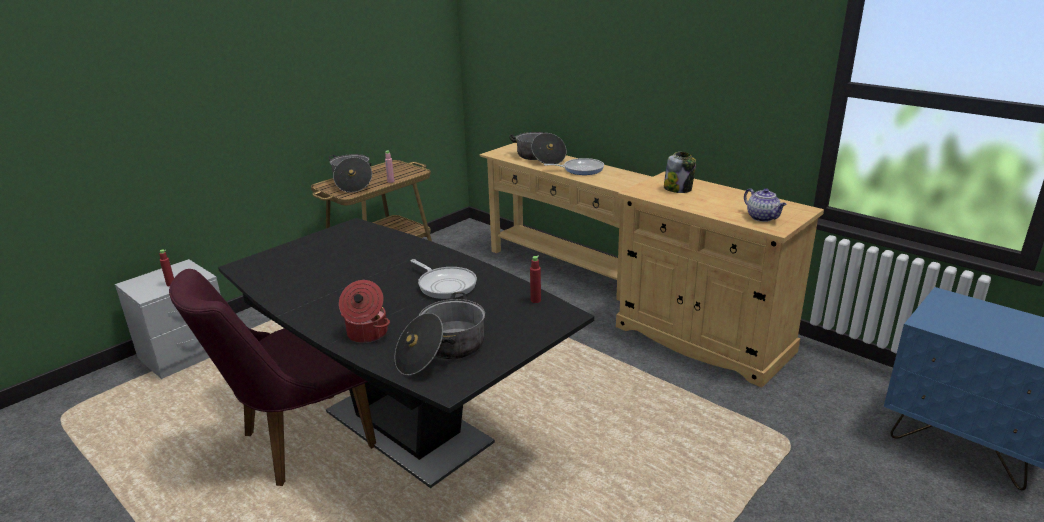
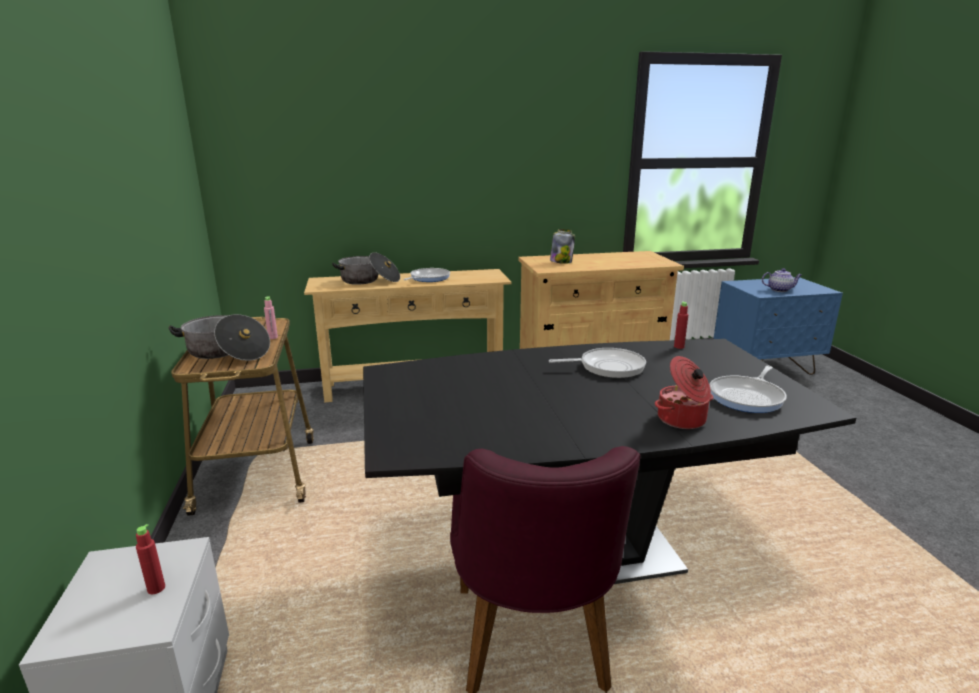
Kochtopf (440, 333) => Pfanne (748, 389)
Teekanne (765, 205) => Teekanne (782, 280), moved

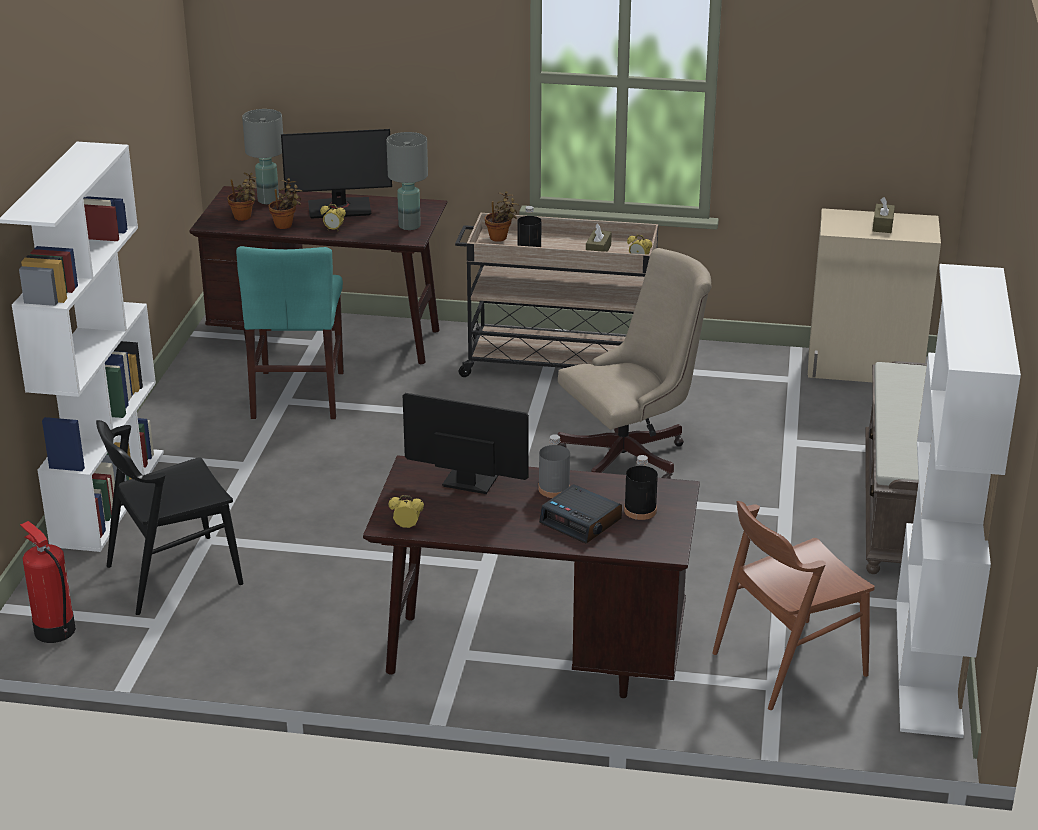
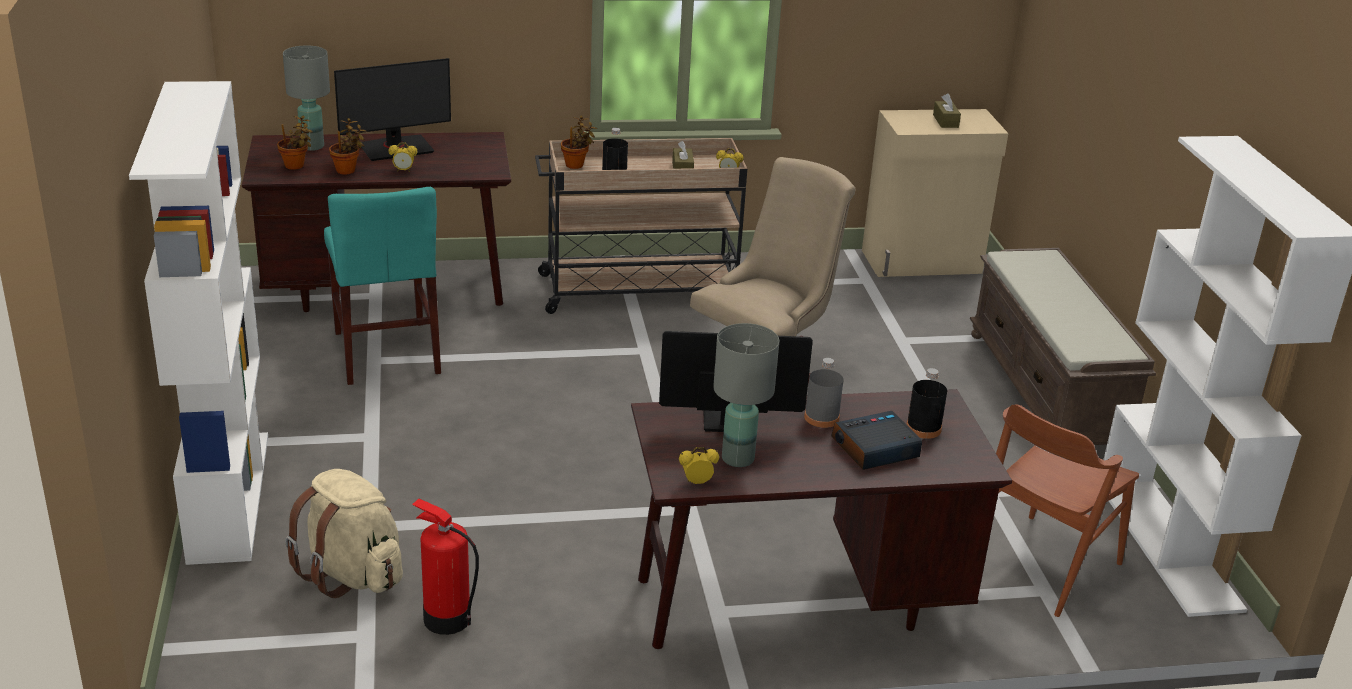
Stuhl [schwarz] (169, 517) => Rucksack [beige] (344, 533)
Feuerlöscher (48, 582) => Feuerlöscher (445, 567), moved
Tischlampe [grau] (407, 181) => Tischlampe [grau] (746, 395), moved
Wecker (580, 514) => Wecker (876, 440), 135 degrees clockwise

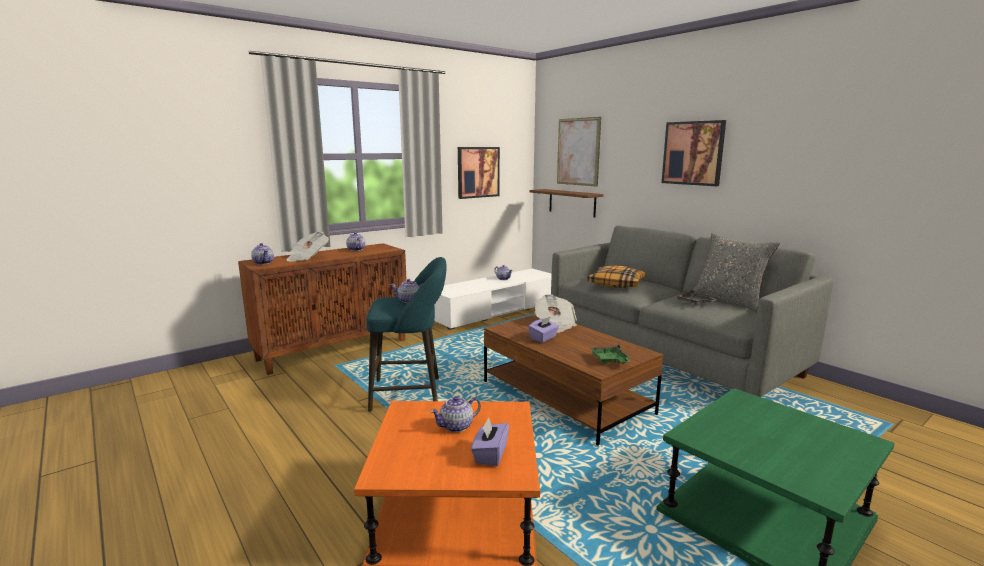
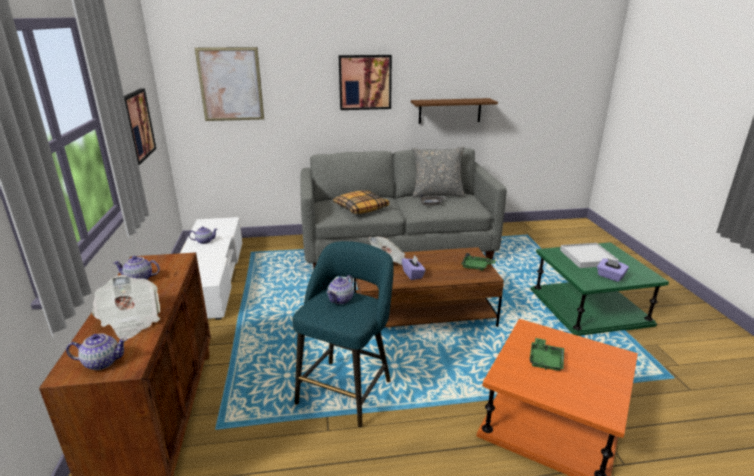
Wandregal [braun] (567, 203) => Wandregal [braun] (454, 111), moved
Teekanne (455, 414) => Tablett [grün] (547, 354)
nothing => Tablett [weiß] (589, 255)
Taschentuchbox [lila] (490, 442) => Taschentuchbox [lila] (613, 270), moved

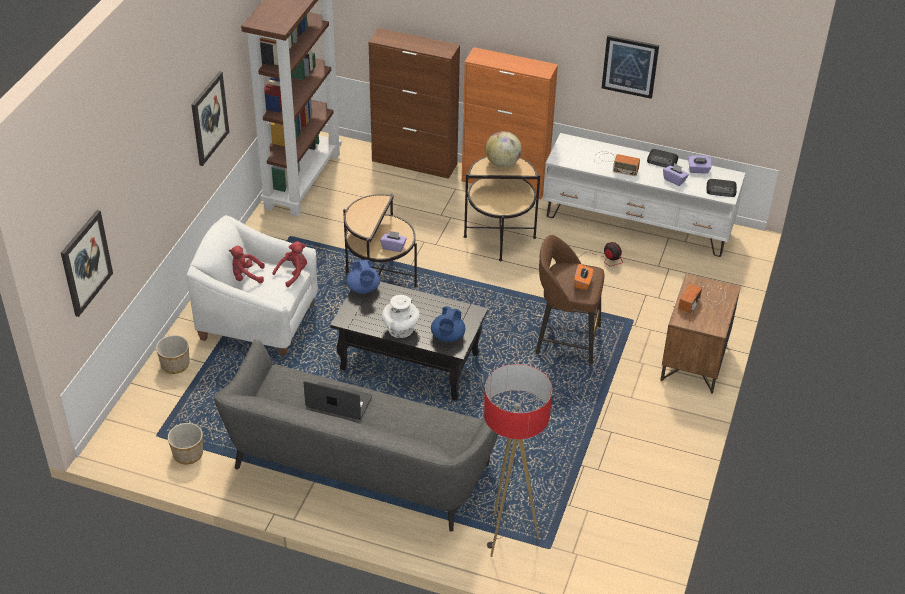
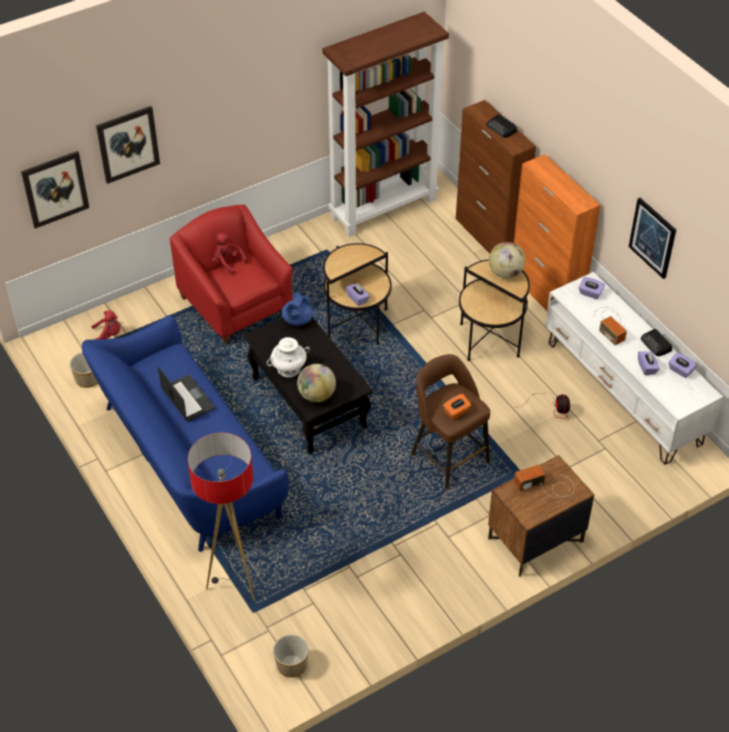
Sofa [grau] (358, 436) => Sofa [blau] (185, 433)
Plüschtier [rot] (289, 264) => Plüschtier [rot] (105, 325), moved
Bild (210, 118) => Bild (128, 145), moved
Sessel [weiß] (252, 285) => Sessel [rot] (231, 274)
Pflanzkübel (172, 354) => Pflanzkübel (291, 655), moved
Teekanne [blau] (448, 324) => Globus (316, 383)
Radio (721, 188) => Radio (502, 126), moved
nothing => Taschentuchbox [lila] (592, 288)

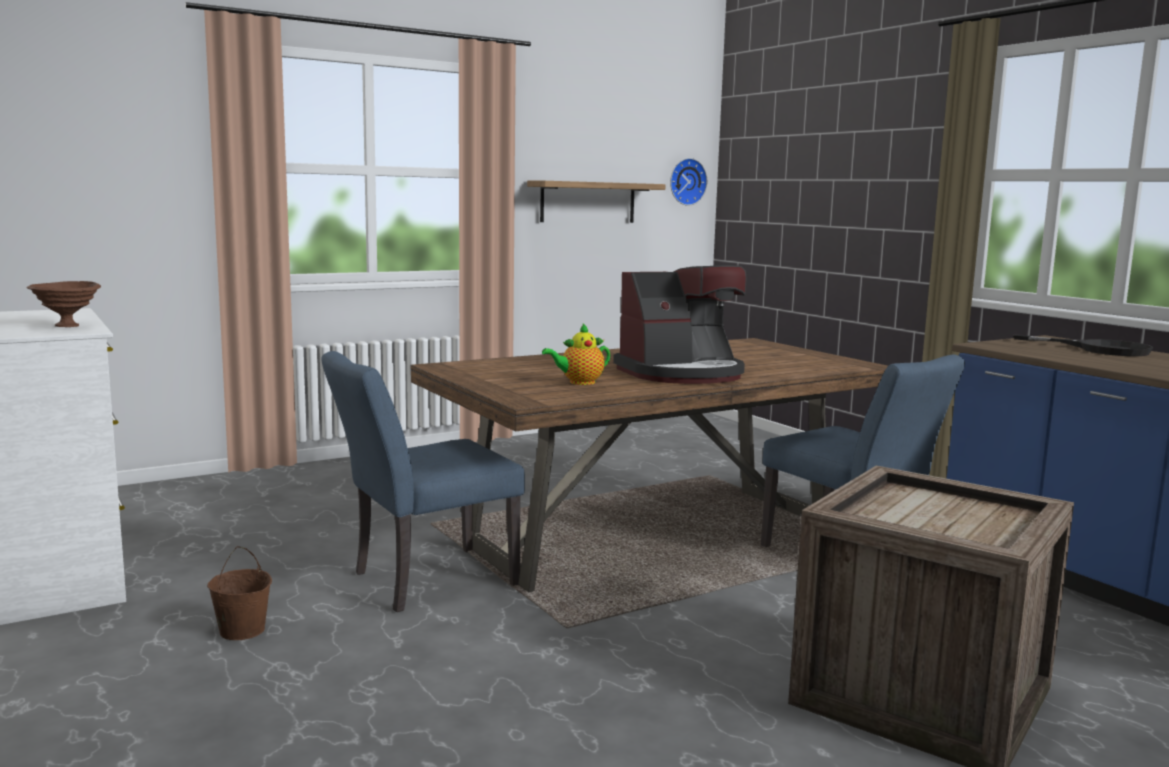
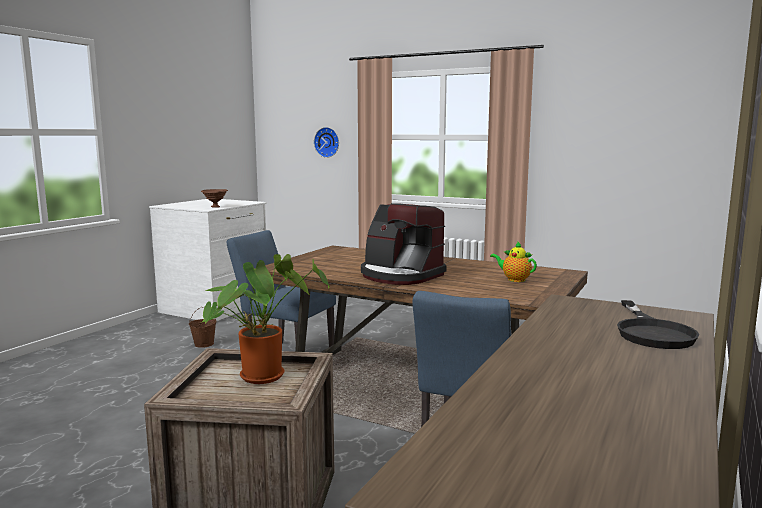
nothing => Topfpflanze (266, 319)
Wanduhr (688, 182) => Wanduhr (326, 142), moved
Teekanne (576, 354) => Teekanne (513, 262), moved
Wandregal (596, 202) => nothing

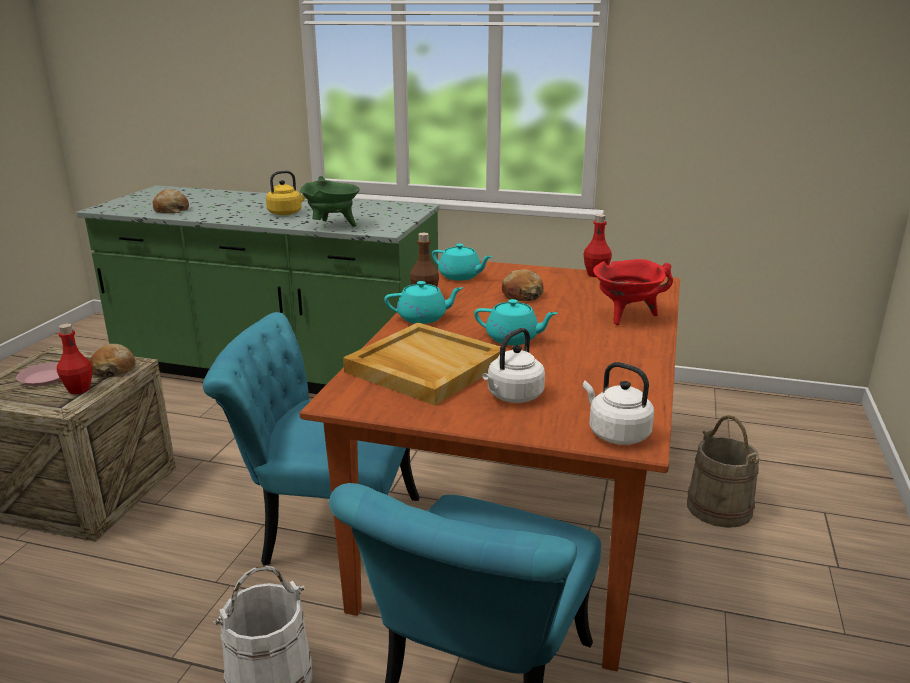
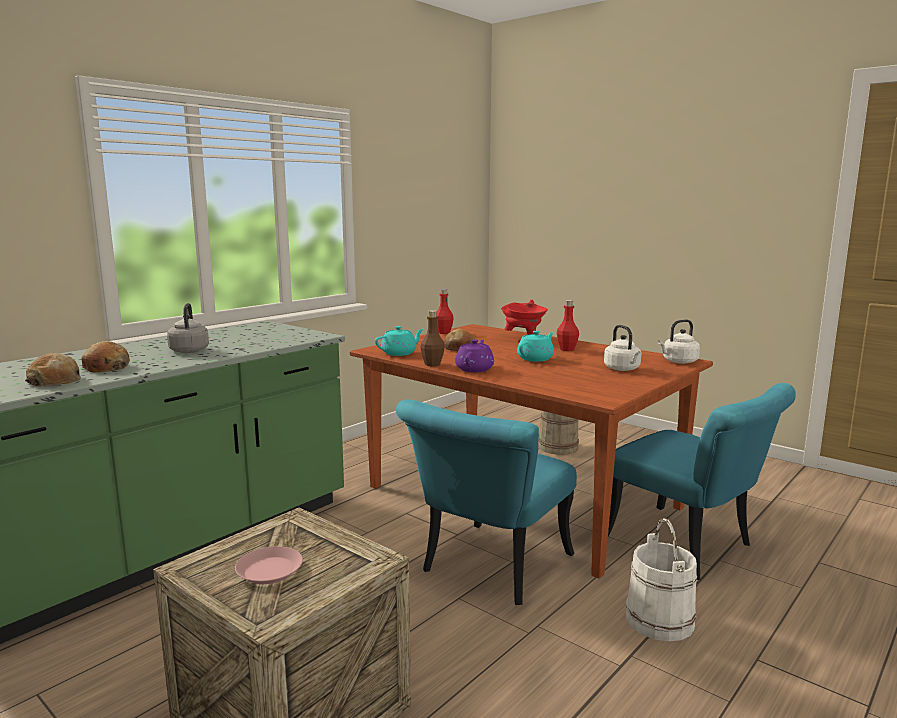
Brot (113, 360) => Brot (106, 357), moved
Wasserkessel [gelb] (285, 193) => Wasserkessel [grau] (188, 328)
Teekanne [türkis] (423, 302) => Teekanne [lila] (474, 355)
Flasche [rot] (74, 359) => Flasche [rot] (568, 325), moved
Kochtopf [grün] (330, 201) => nothing
Tablett [beige] (424, 363) => nothing

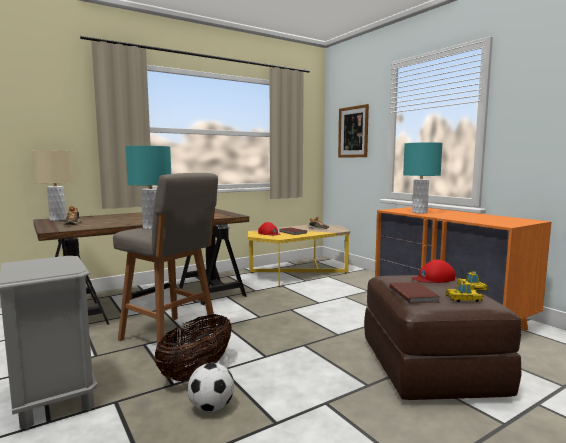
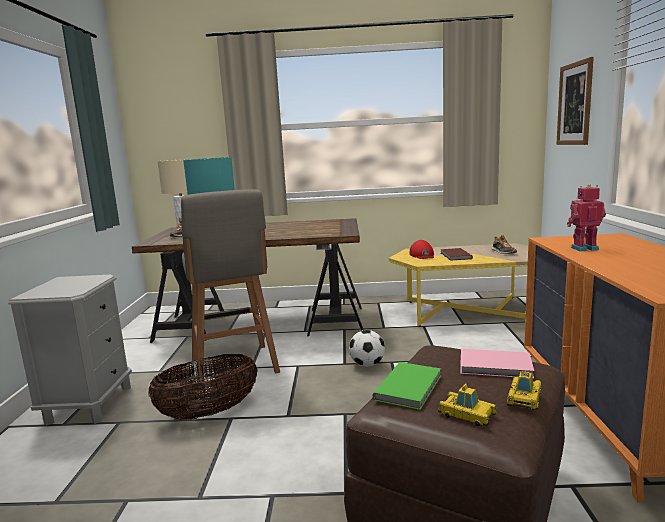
Fußball (211, 387) => Fußball (367, 348), moved
Buch [braun] (415, 293) => Buch [grün] (407, 386)
Kappe [rot] (433, 271) => Buch [rosa] (497, 364)
Tischlampe [türkis] (423, 178) => Spielzeugroboter (586, 217)

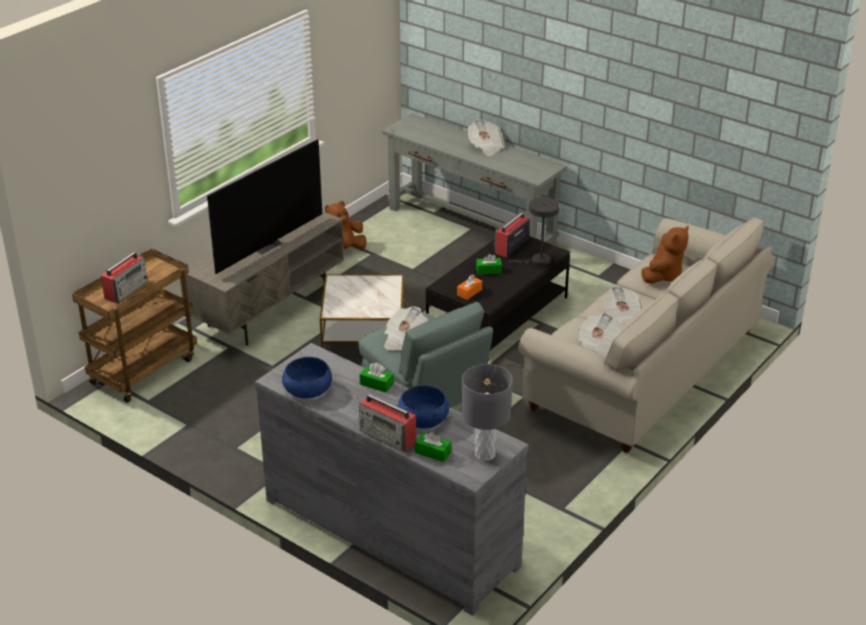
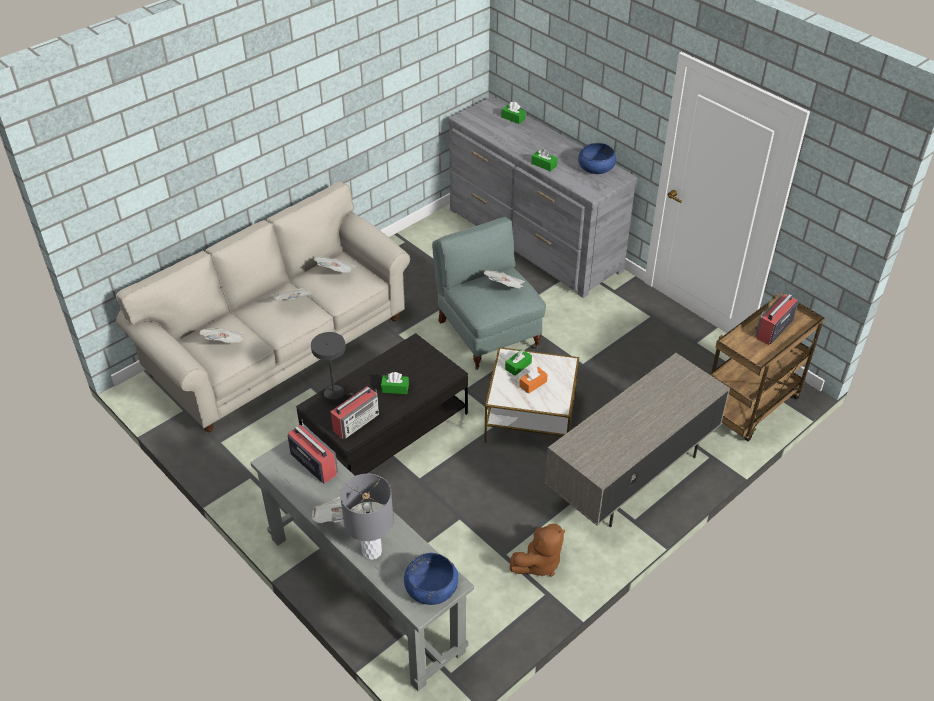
Plüschtier [braun] (665, 254) => Zeitung (222, 335)
Radio (387, 422) => Radio (313, 451), moved
Tischlampe [grau] (487, 412) => Tischlampe [grau] (367, 517), moved
Schüssel [blau] (423, 407) => Schüssel [blau] (431, 579), moved
nothing => Taschentuchbox [grün] (518, 362)
Taschentuchbox [orange] (469, 287) => Taschentuchbox [orange] (533, 380), moved
Fernseher (264, 206) => nothing

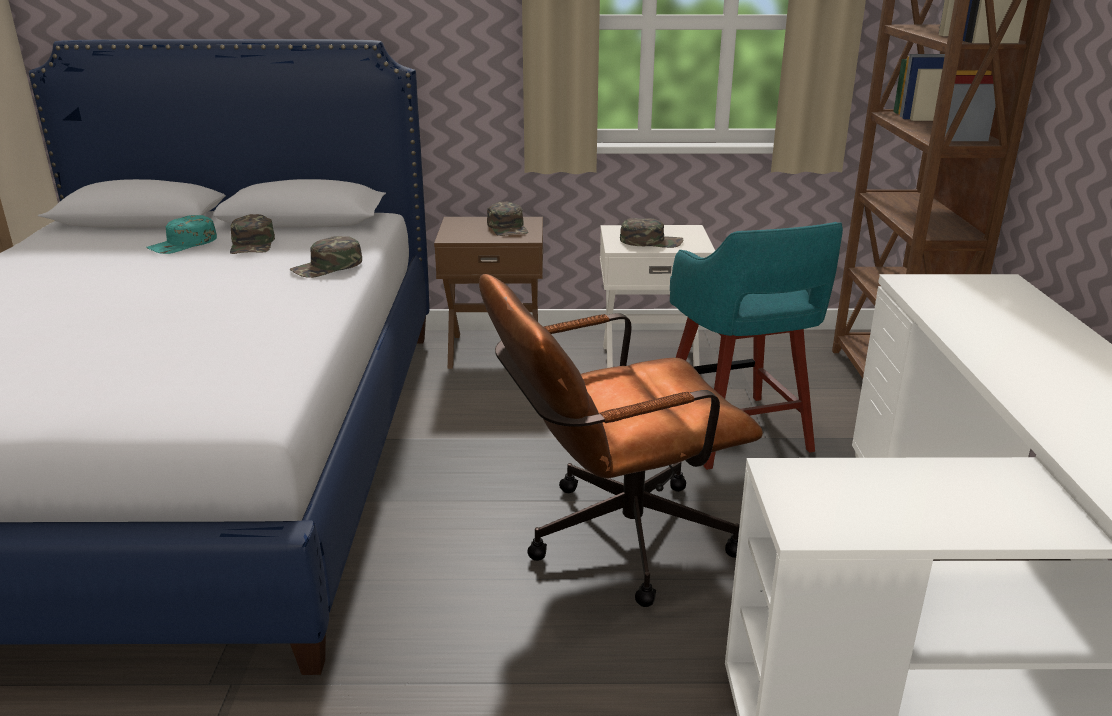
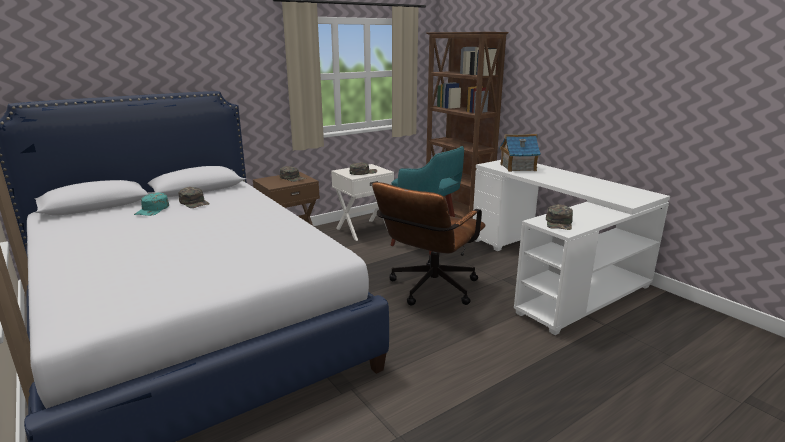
nothing => Spielzeughaus (520, 153)
Kappe [grün] (326, 257) => Kappe [grün] (559, 217), moved

